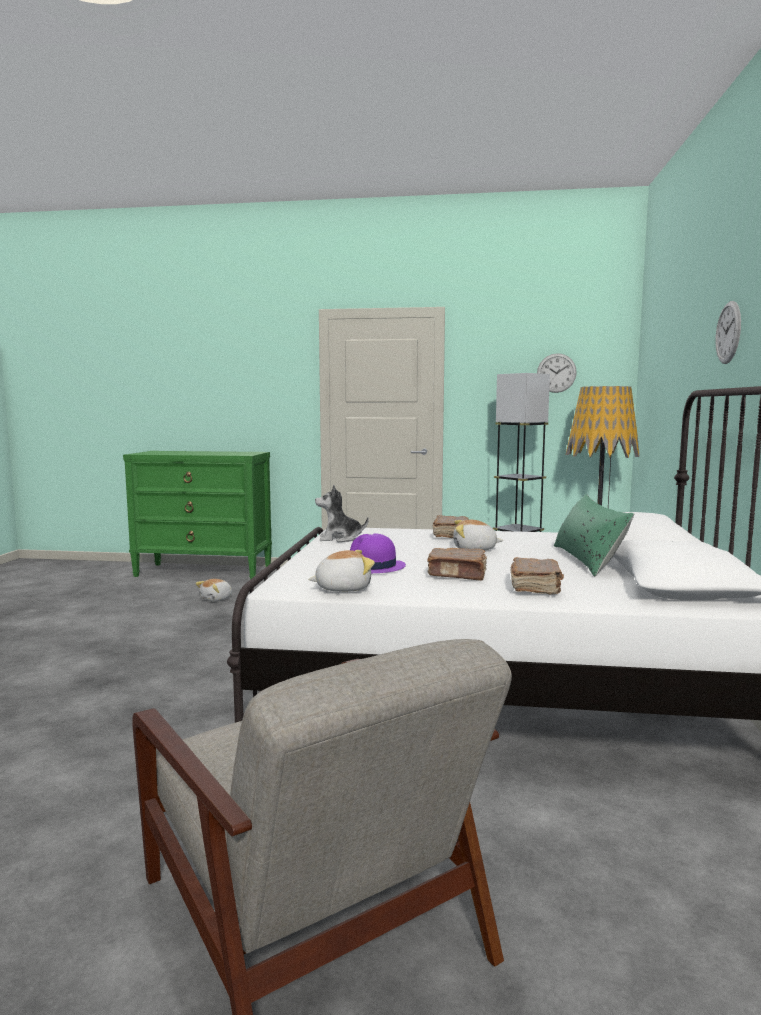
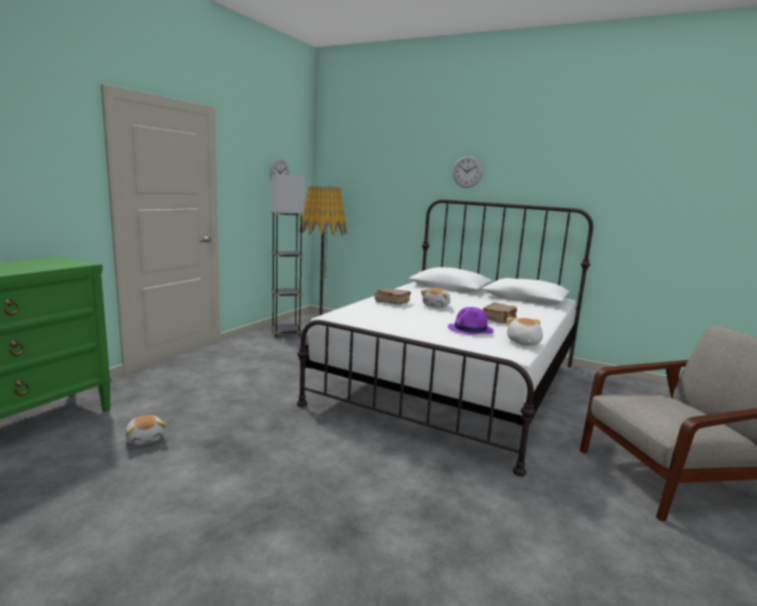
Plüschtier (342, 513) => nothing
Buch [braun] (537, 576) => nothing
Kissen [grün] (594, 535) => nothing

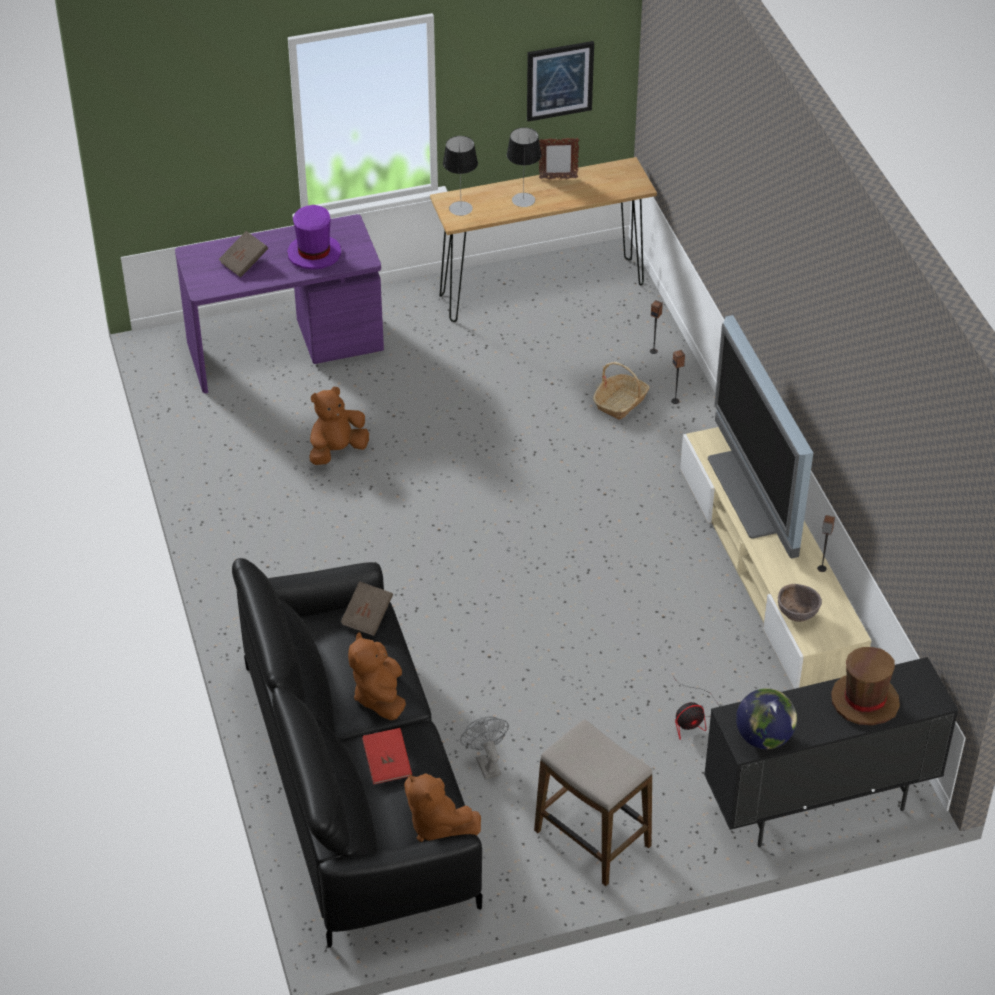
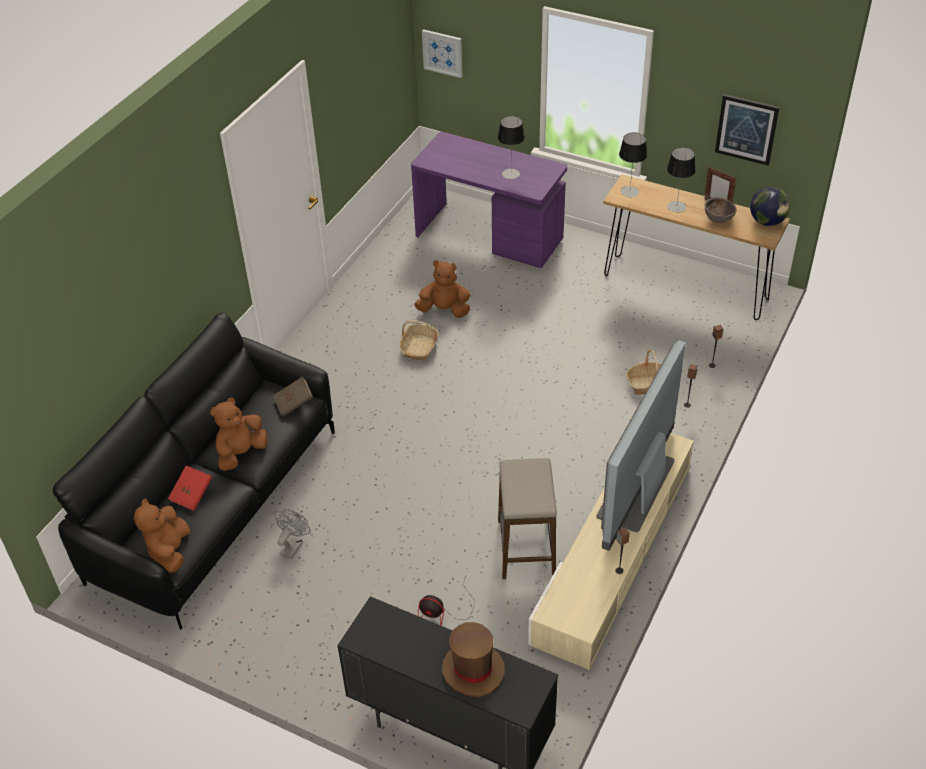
nothing => Korb (419, 340)
nothing => Bild (442, 53)
Hut [lila] (314, 237) => Tischlampe (511, 147)
Hocker (593, 802) => Hocker (527, 518), moved
Schüssel [braun] (800, 603) => Schüssel [braun] (721, 210), moved
Globus (766, 718) => Globus (770, 206), moved
Buch [braun] (243, 254) => nothing

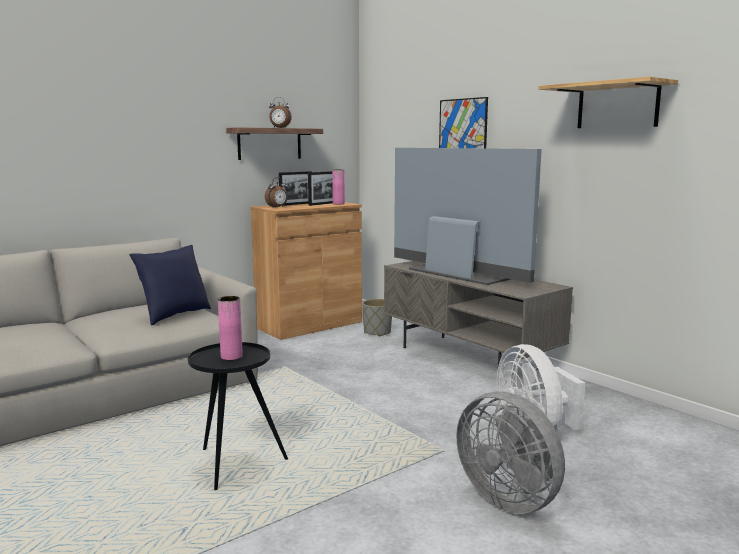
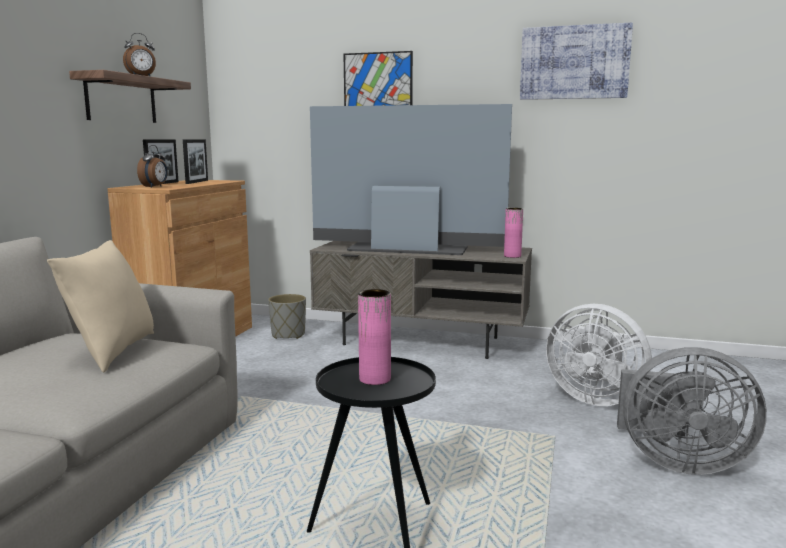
Kissen [blau] (170, 285) => Kissen [beige] (100, 306)
Vase [rosa] (338, 187) => Vase [rosa] (513, 233), moved
Wandregal (608, 102) => Bild (576, 61)

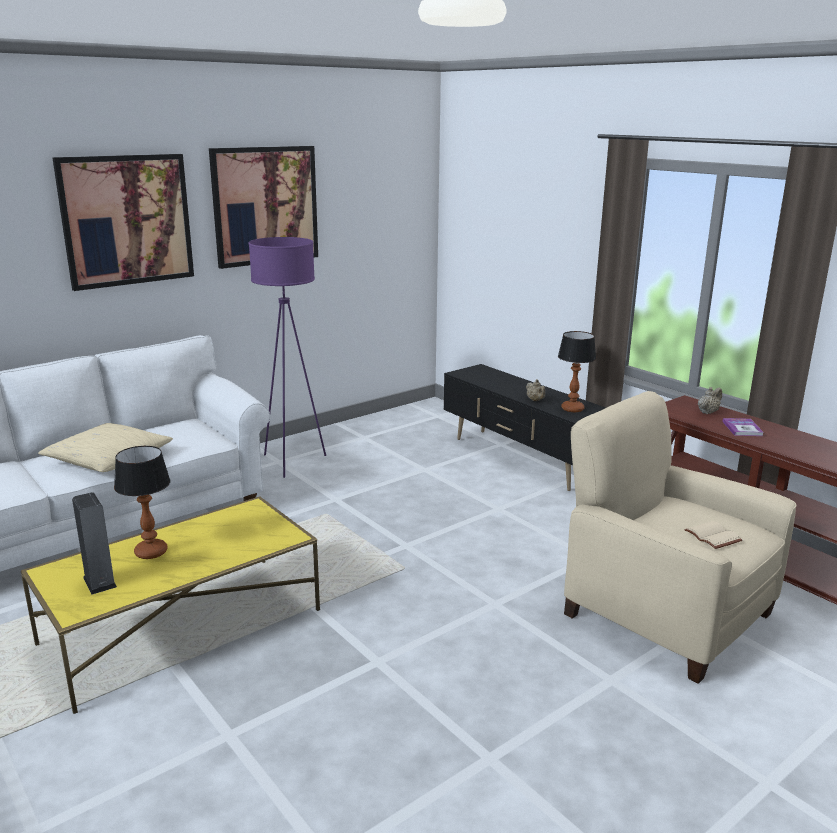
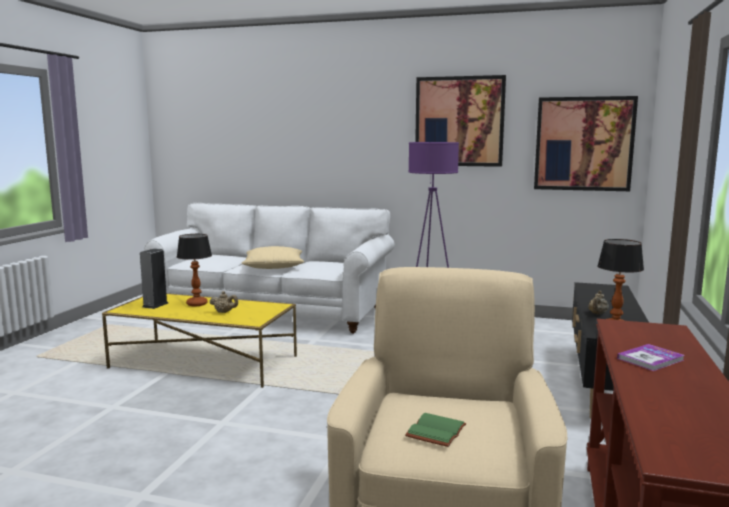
Teekanne [beige] (710, 400) => Teekanne [beige] (223, 302), moved
Buch [beige] (713, 535) => Buch [grün] (435, 430)
Bild (123, 222) => Bild (586, 143), moved

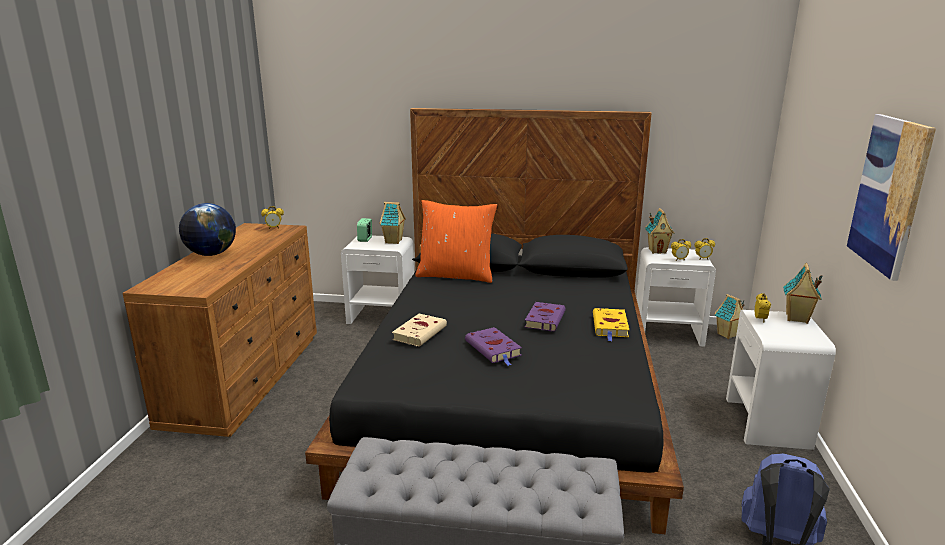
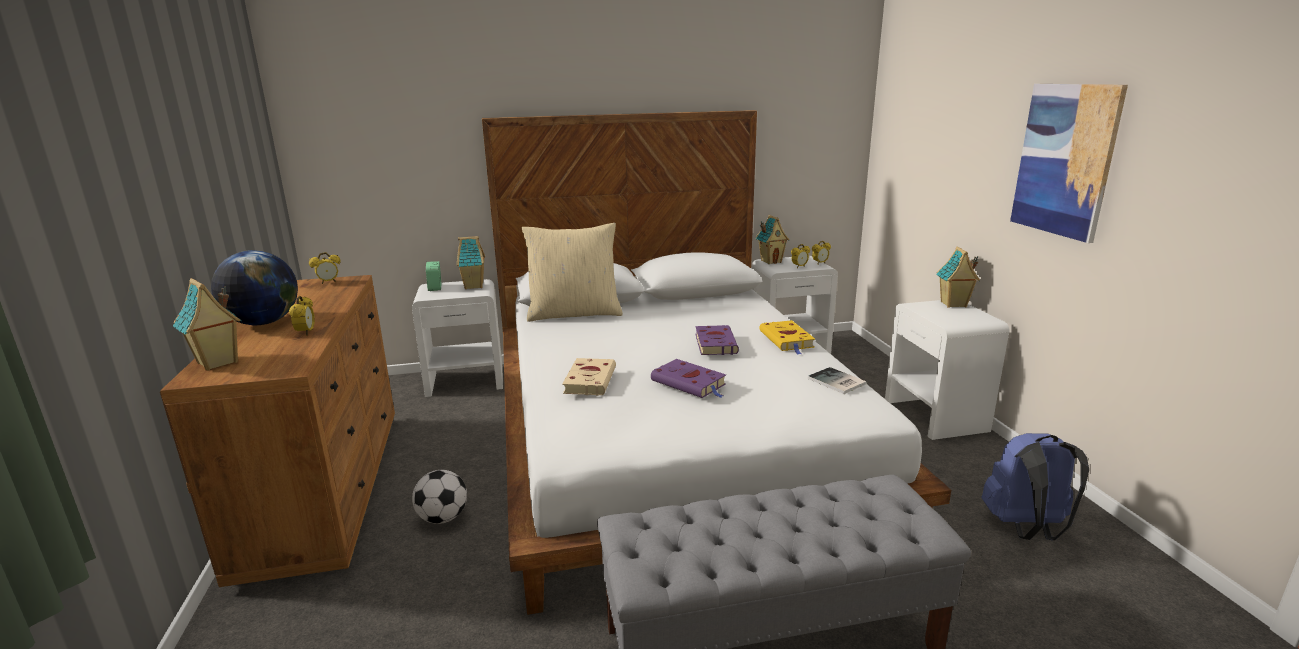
Spielzeughaus (729, 316) => Spielzeughaus (207, 324), moved
Wecker (763, 307) => Wecker (302, 315), moved
nothing => Fußball (439, 497)
Bett [schwarz] (494, 321) => Bett [weiß] (716, 362)
Kissen [orange] (456, 241) => Kissen [beige] (572, 272)
nothing => Buch (837, 380)

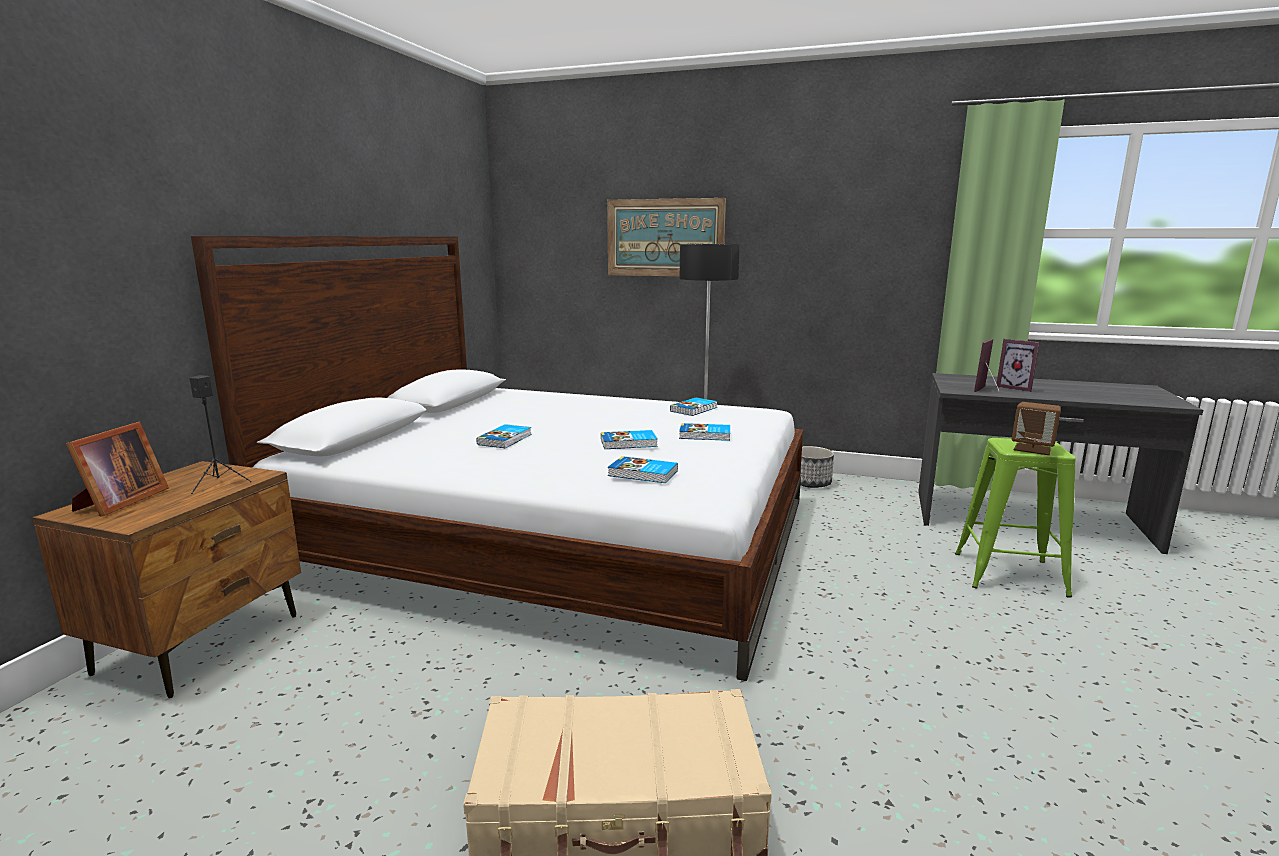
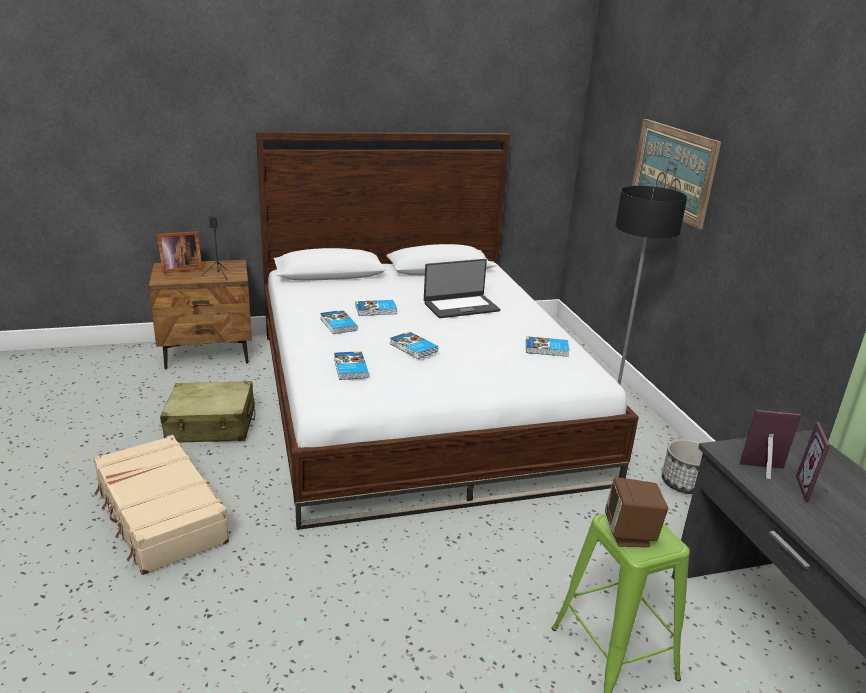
nothing => Koffer [beige] (208, 412)
Buch (704, 432) => Buch (339, 322), moved
nothing => Laptop (462, 288)

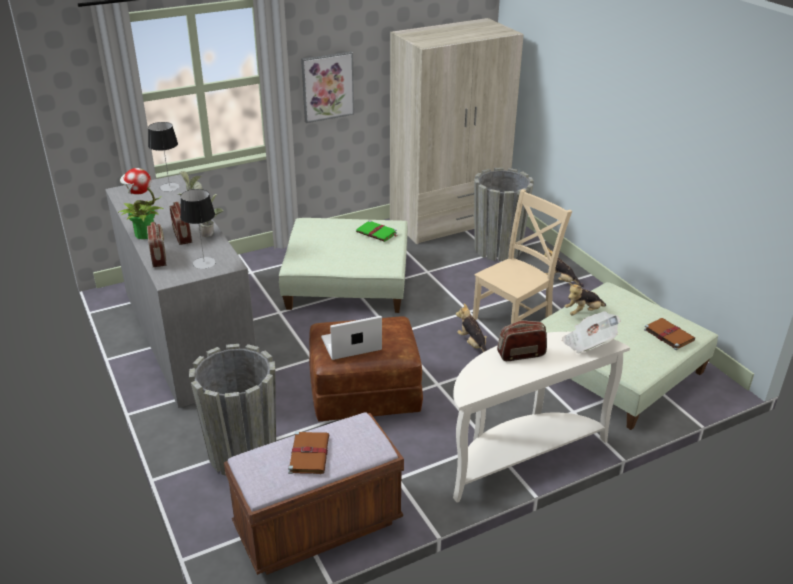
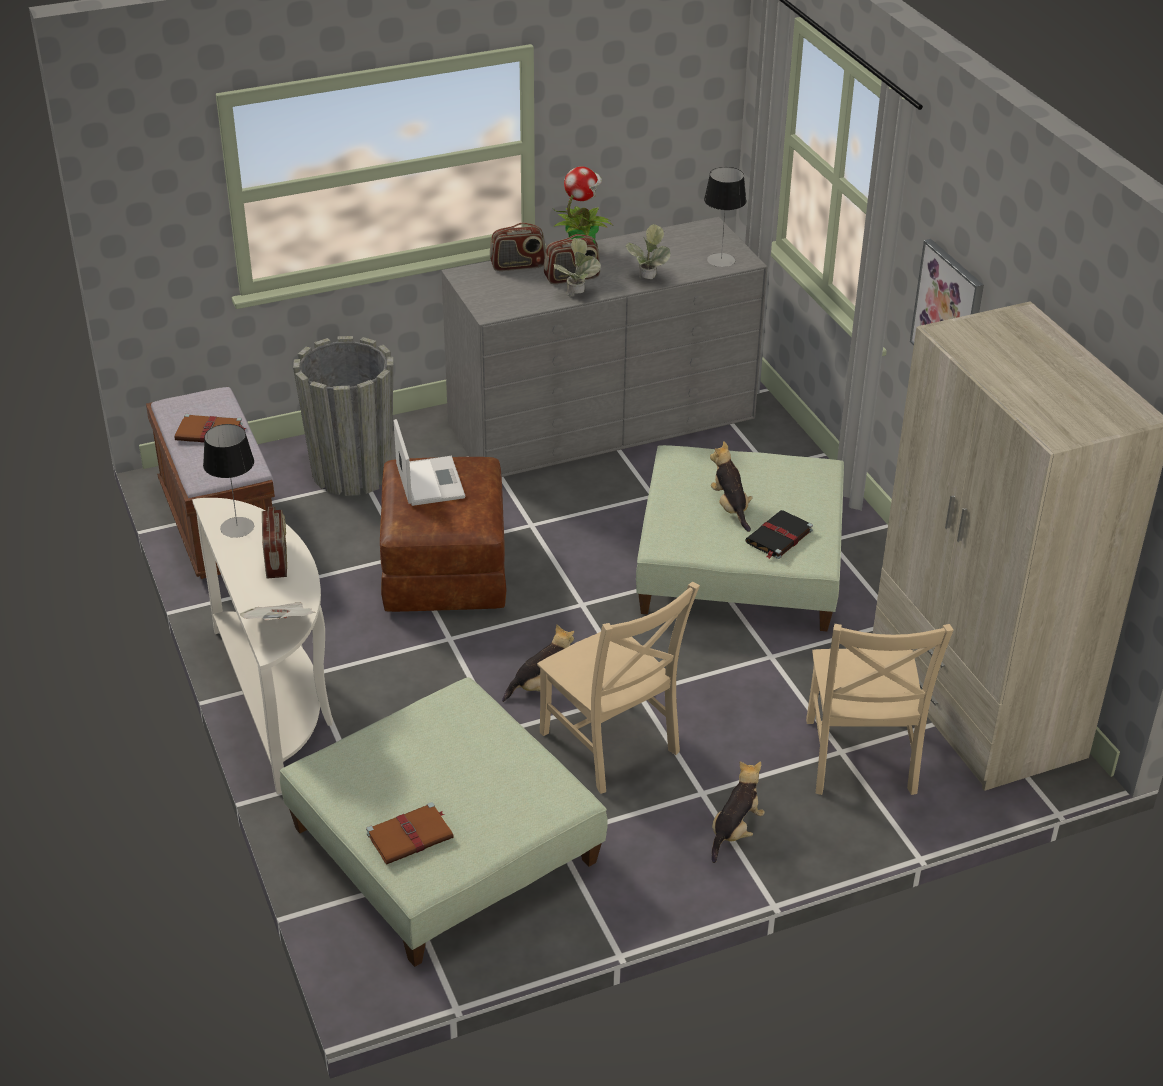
Tischlampe (198, 229) => Tischlampe (228, 481), moved
Plüschtier (585, 299) => Plüschtier (731, 486), moved
Buch [grün] (376, 231) => Buch [schwarz] (779, 534)
Pflanzkübel [grau] (504, 214) => Stuhl [beige] (880, 709)

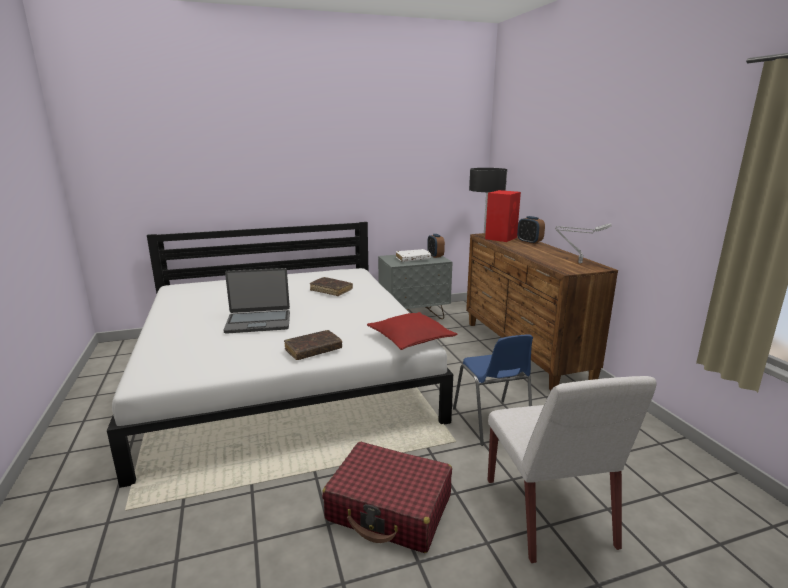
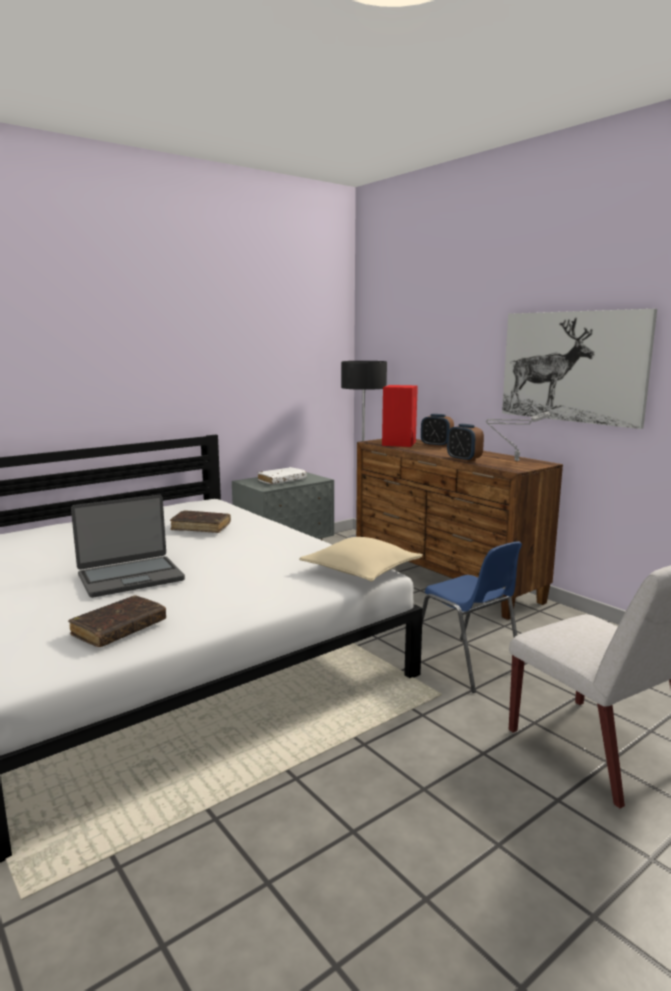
Buch [braun] (313, 345) => Buch [braun] (117, 621), moved
Kissen [rot] (412, 331) => Kissen [beige] (360, 559)
Wecker (436, 246) => Wecker (465, 443), moved
nothing => Bild (579, 369)
Koffer [rot] (387, 497) => nothing

